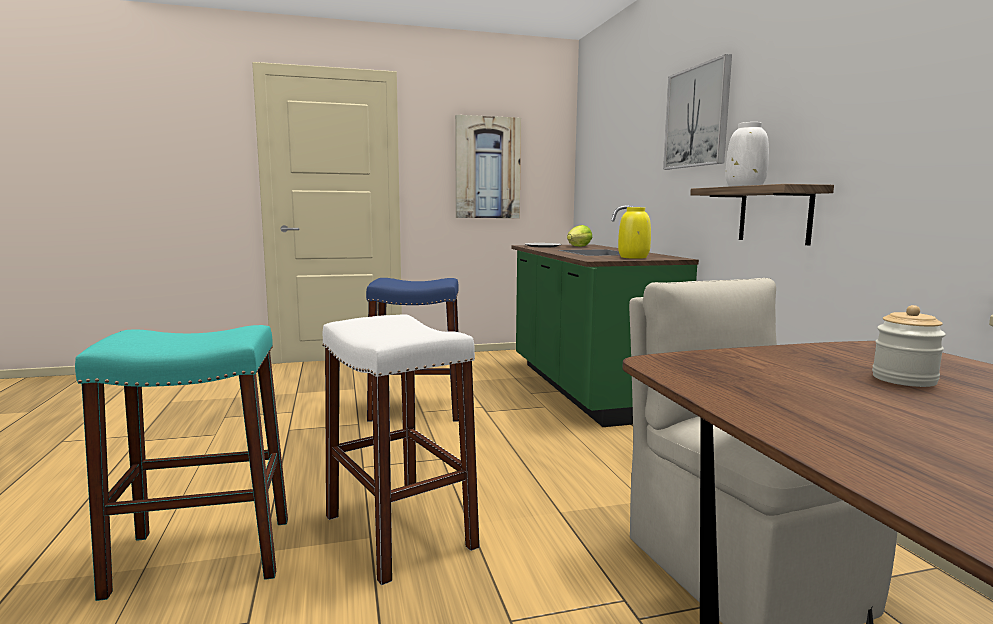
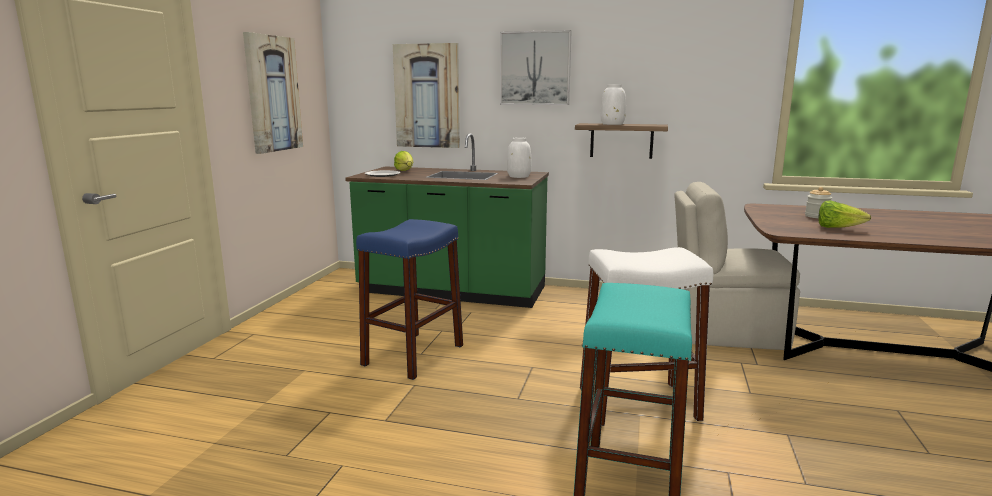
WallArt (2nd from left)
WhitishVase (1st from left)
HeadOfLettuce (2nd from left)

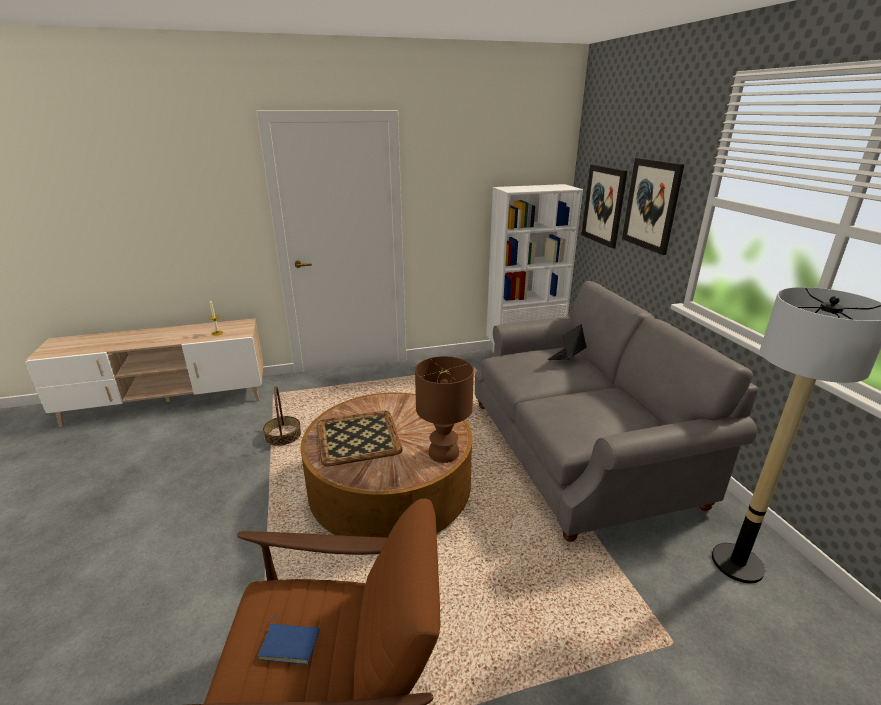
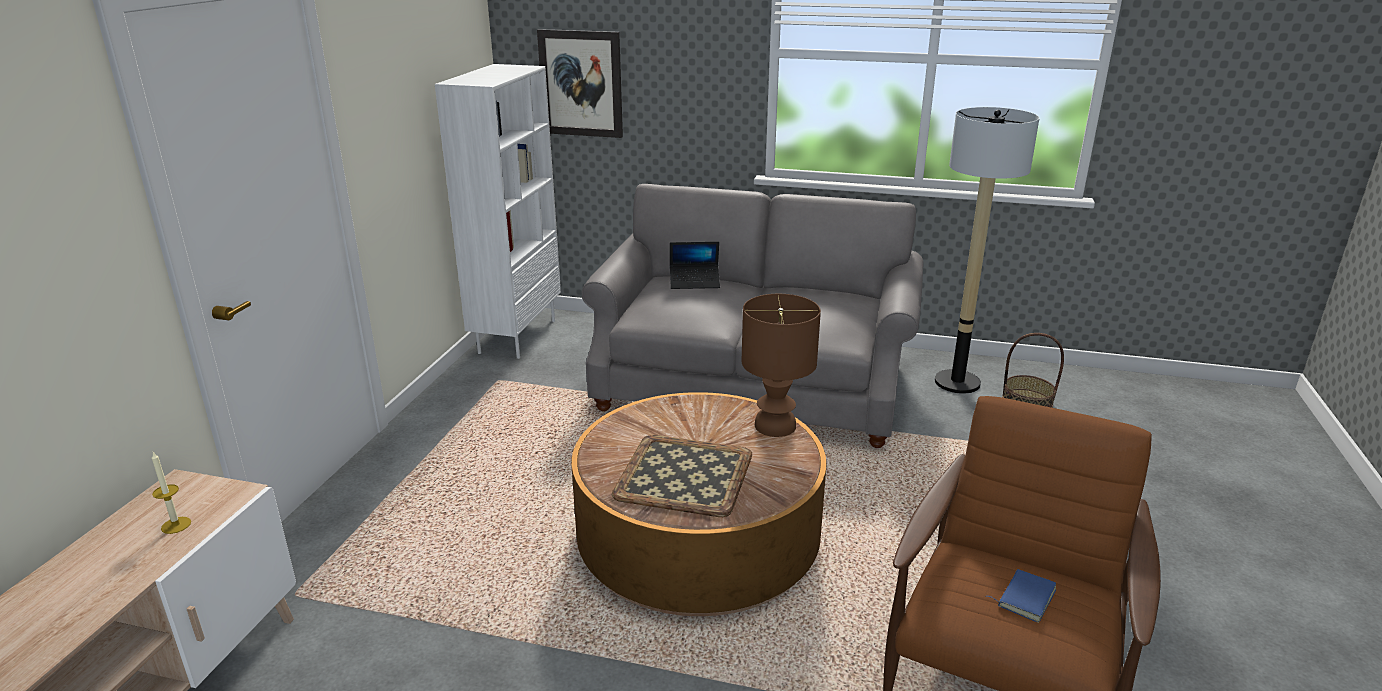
NotebookComputer
Basket
WallArt (2nd from left in the first image)

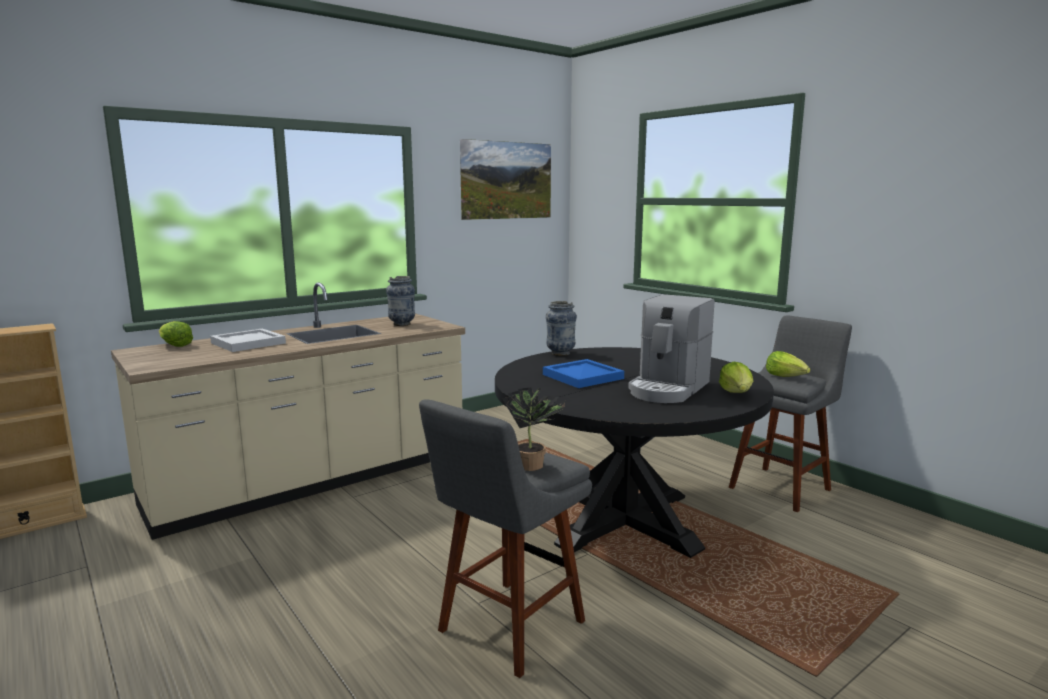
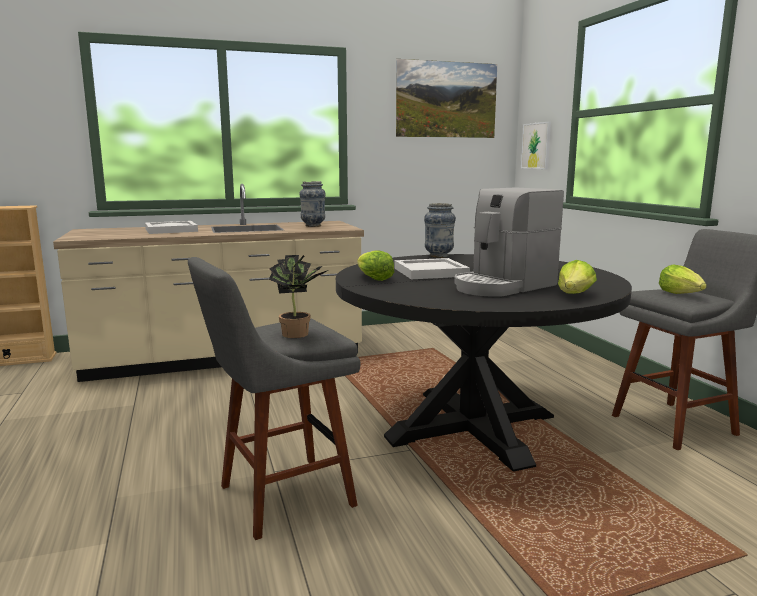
HeadOfLettuce (1st from left)
WhitishServingTray (2nd from left)
WallArt (2nd from left)

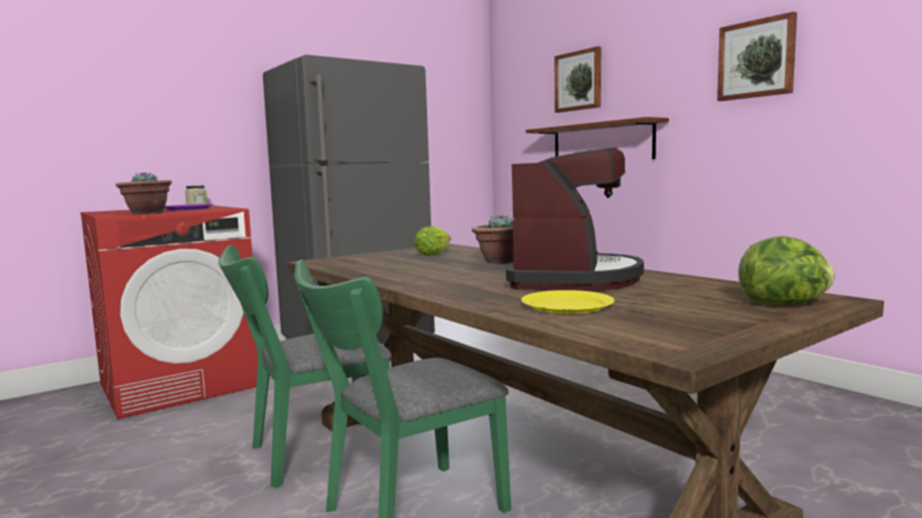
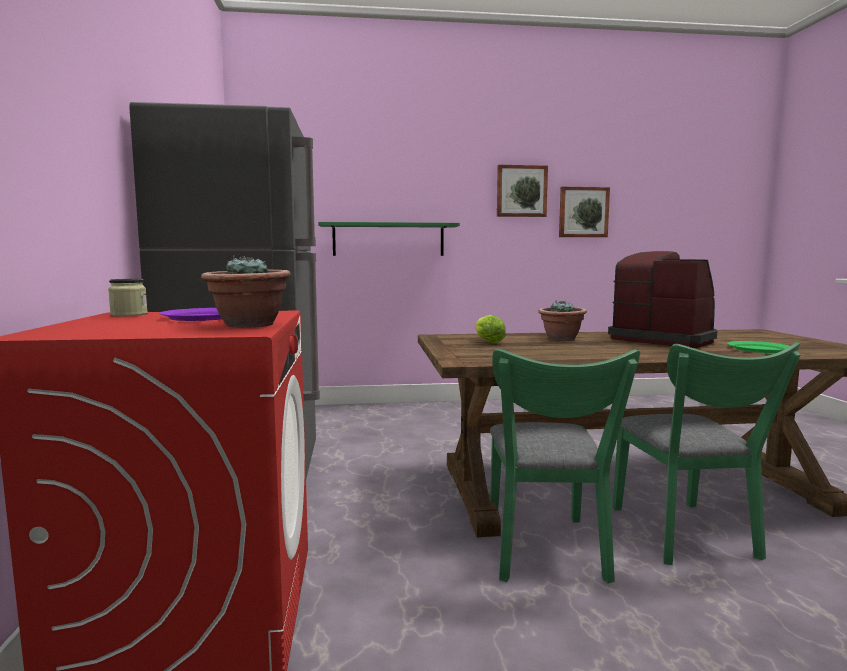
GreenShelf
WallArt (2nd from left)
GreenDinnerPlate
HeadOfLettuce (2nd from left in the first image)

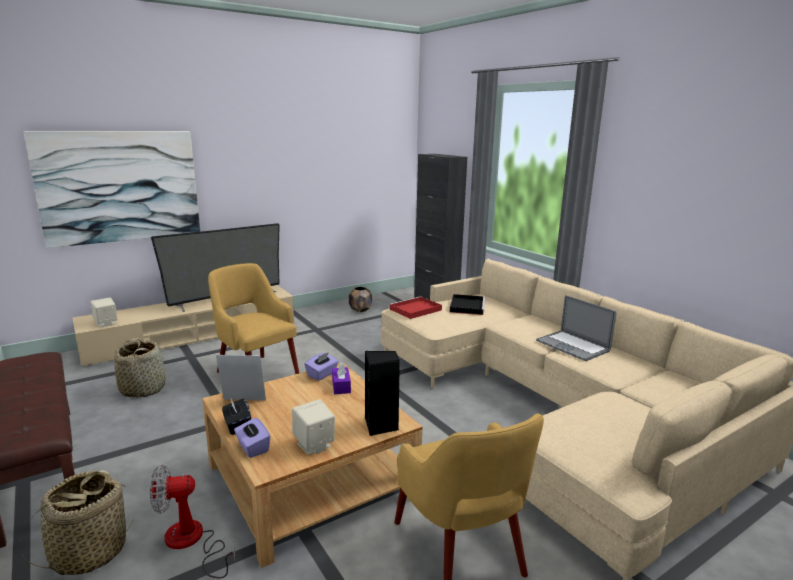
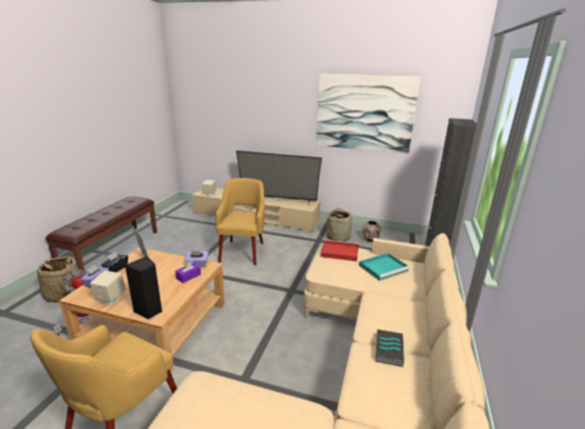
WallArt
Basket (2nd from left)
BlueGreenServingTray
BoundBook

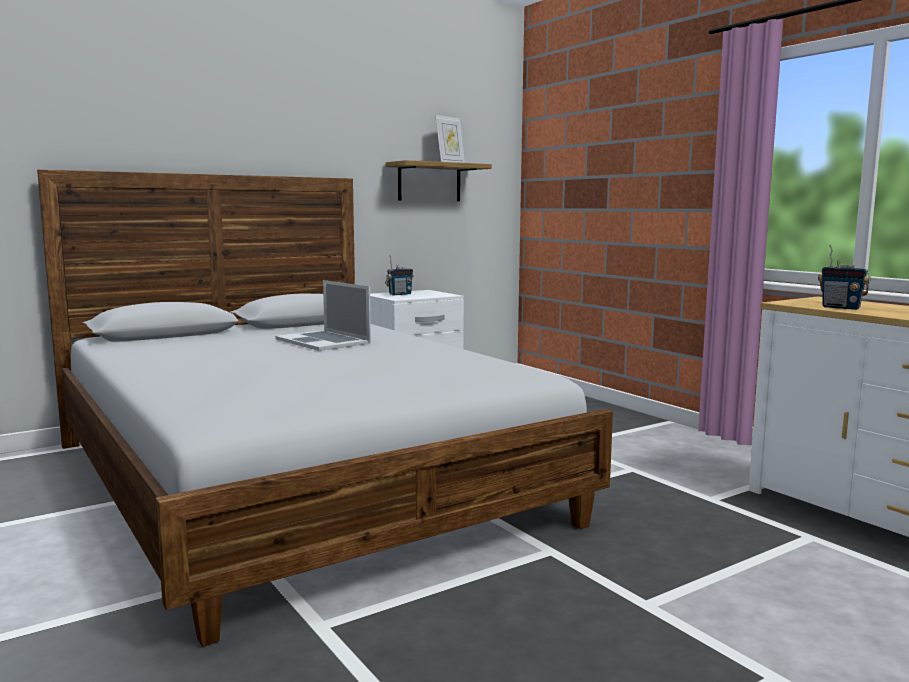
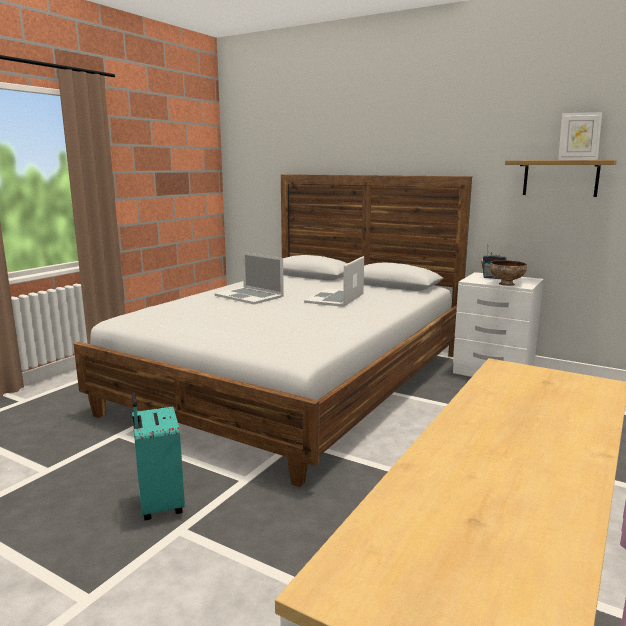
BlueGreenSuitcase
NotebookComputer (1st from left)
ServingBowl
Radio (2nd from left in the first image)

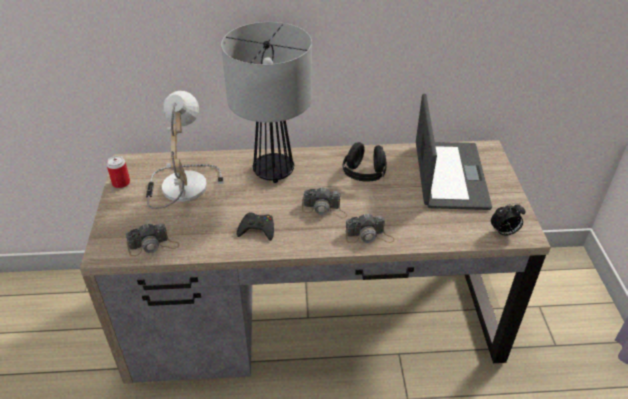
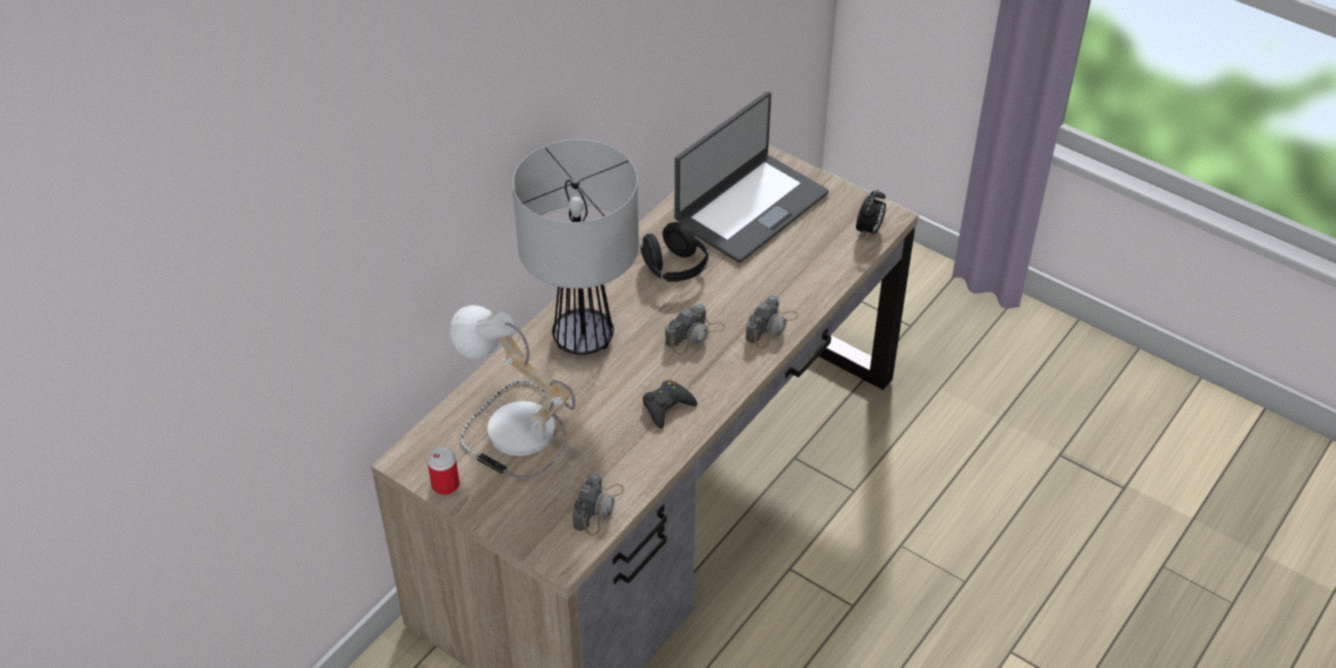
NotebookComputer

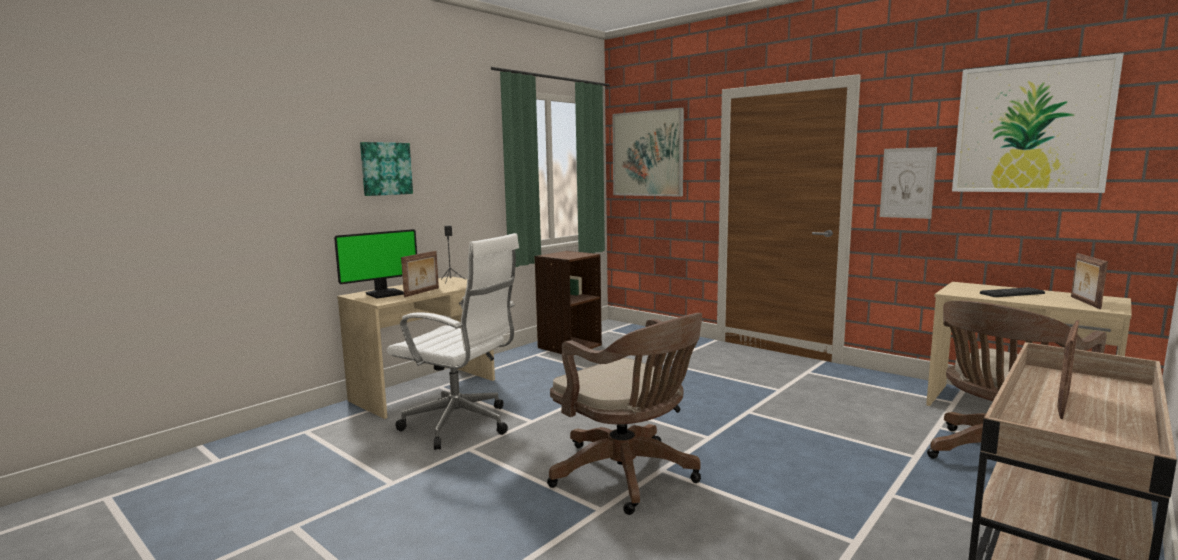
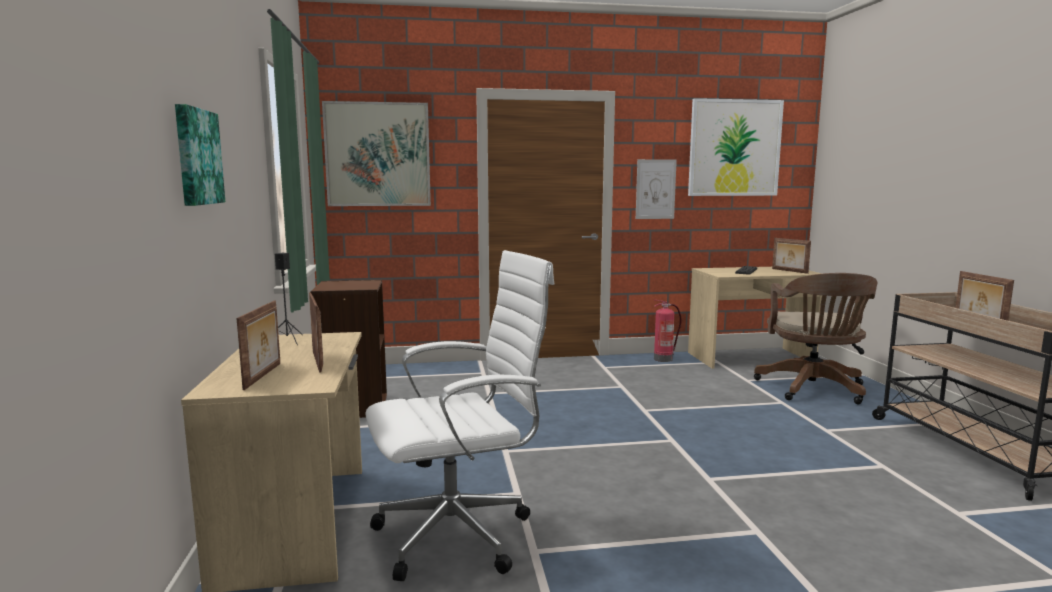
PhotoFrame (1st from left)
FireFightingCylinder
BrownColouredOfficeChair (1st from left in the first image)

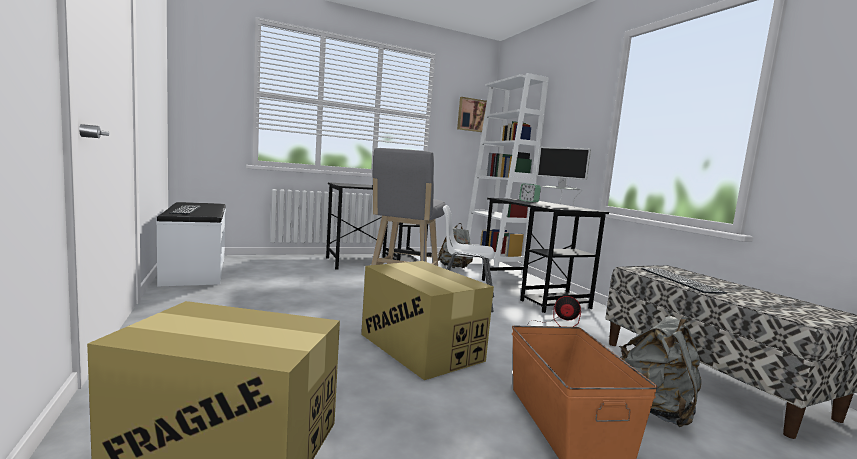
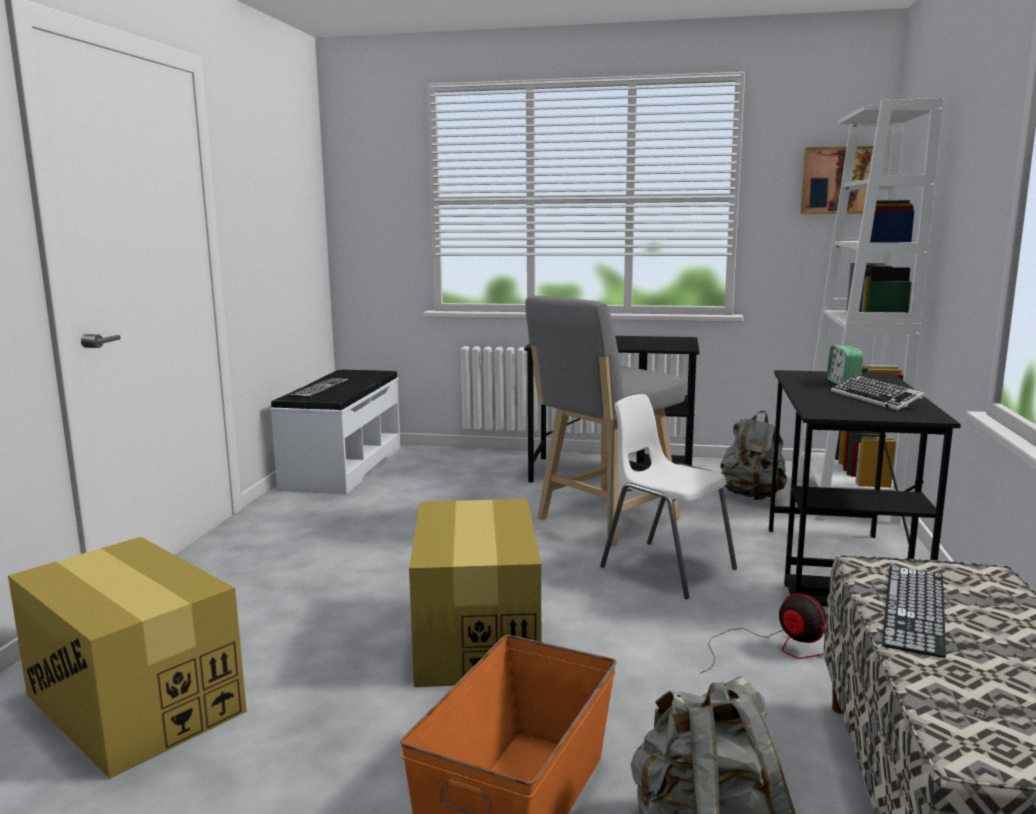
PcKeyboard (2nd from left)

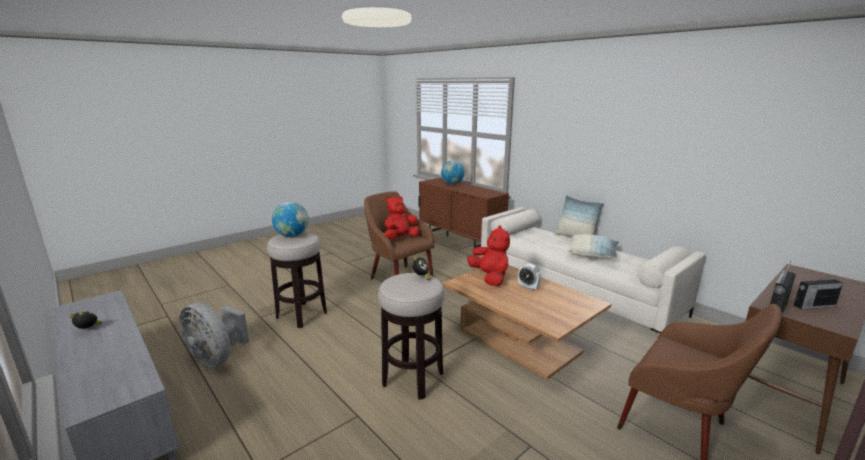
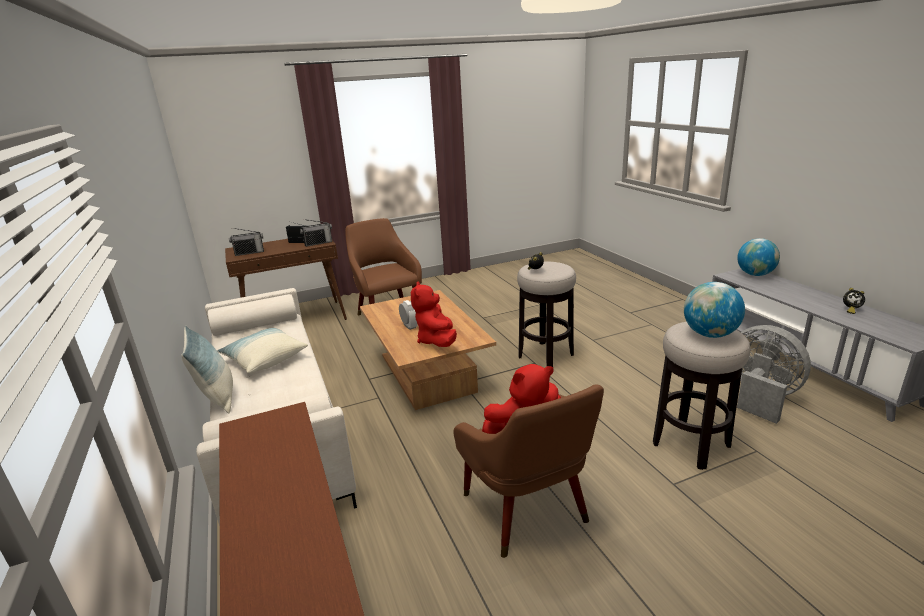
Radio (1st from left)
Globe (2nd from left)

